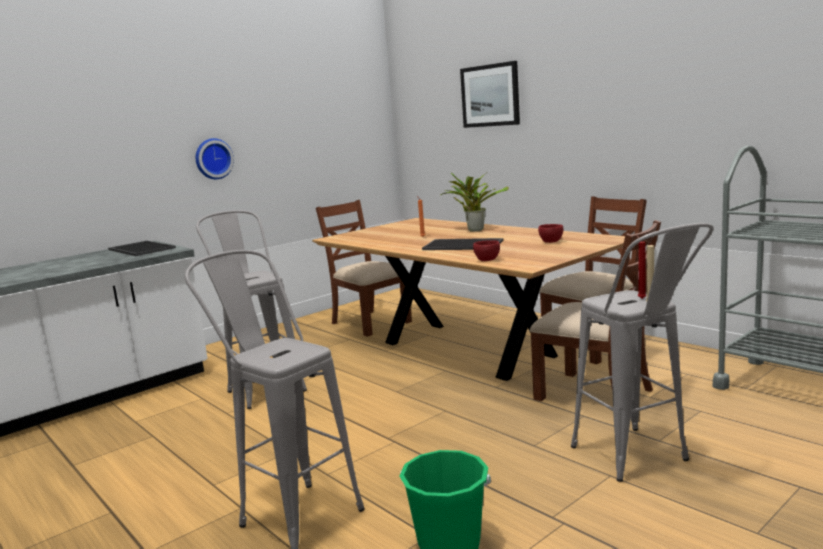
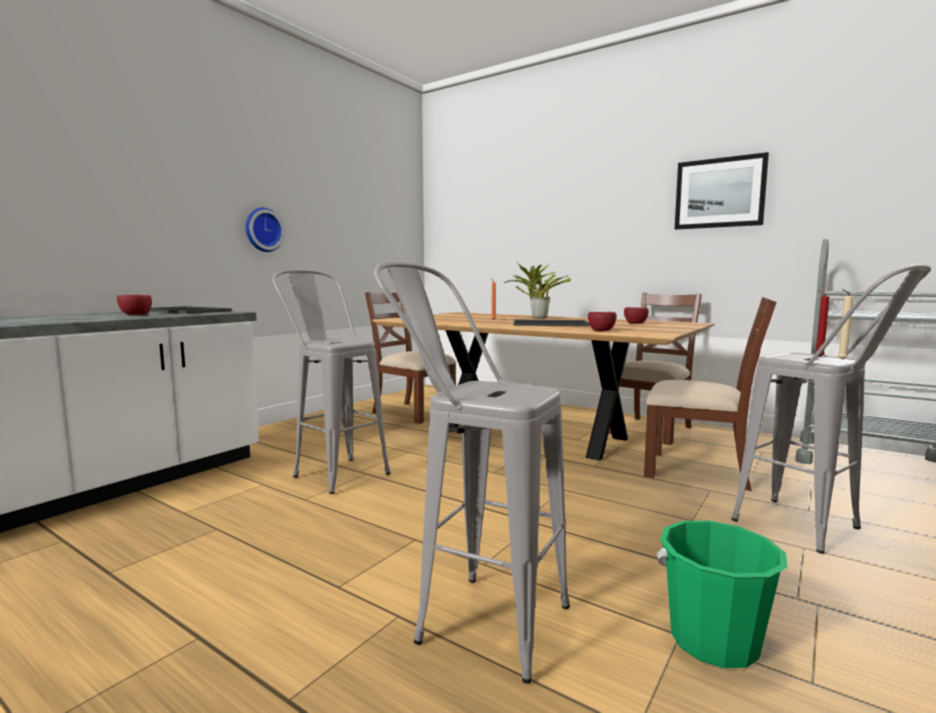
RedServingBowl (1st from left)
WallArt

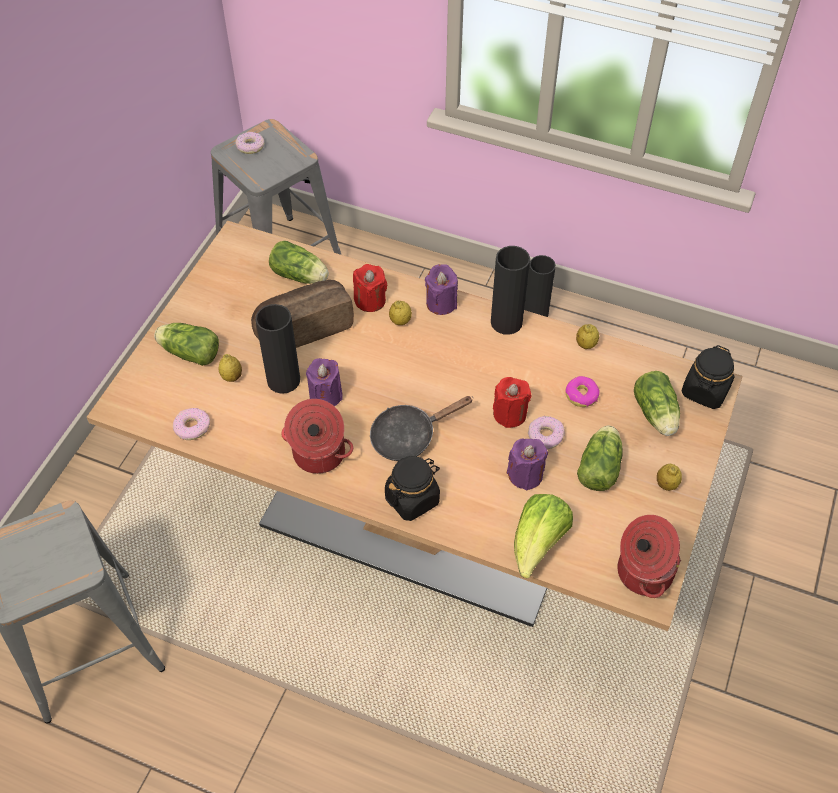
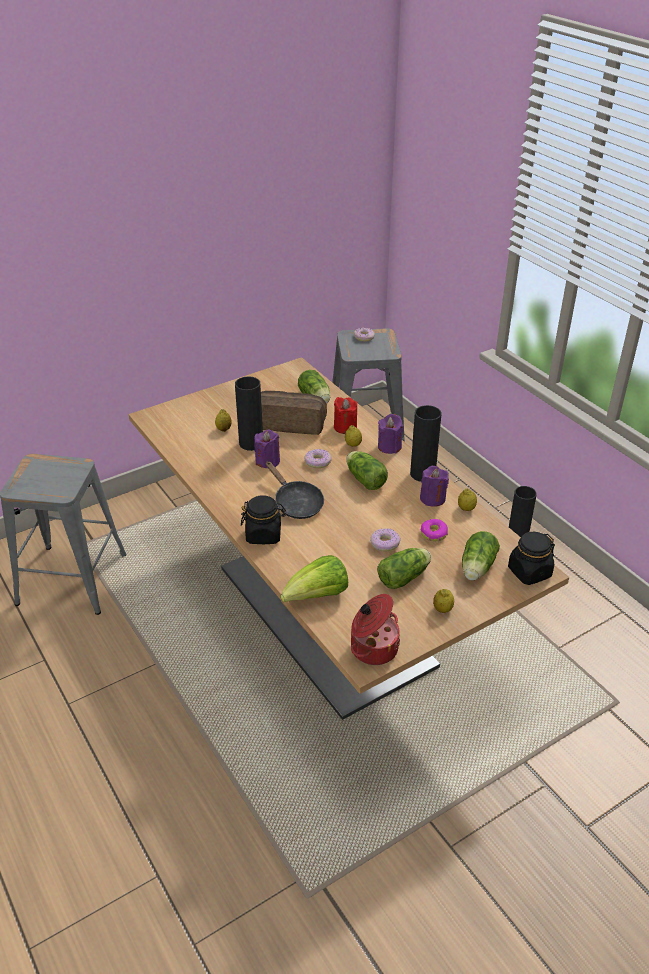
BlackishSkillet
Donut (1st from left)
HeadOfLettuce (3rd from left)
PurpleWaxCandle (3rd from left)
CookingPot (1st from left in the first image)
RedWaxCandle (2nd from left in the first image)

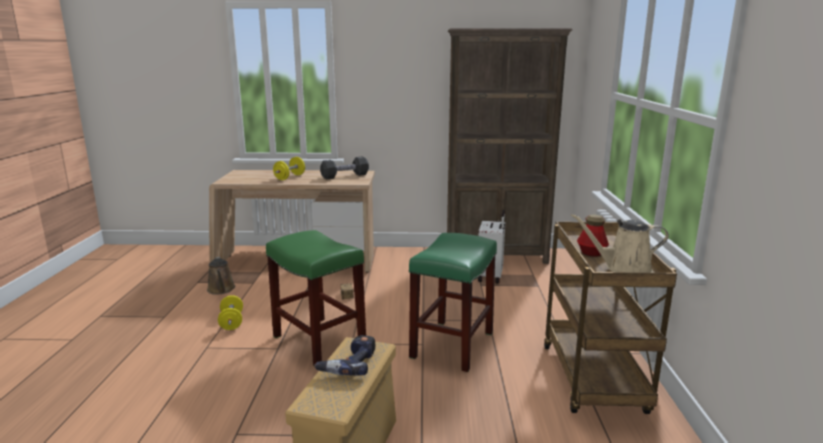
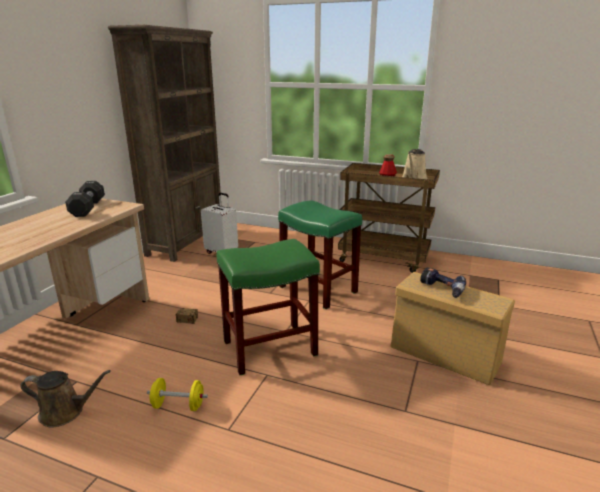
YellowFreeWeight (2nd from left in the first image)

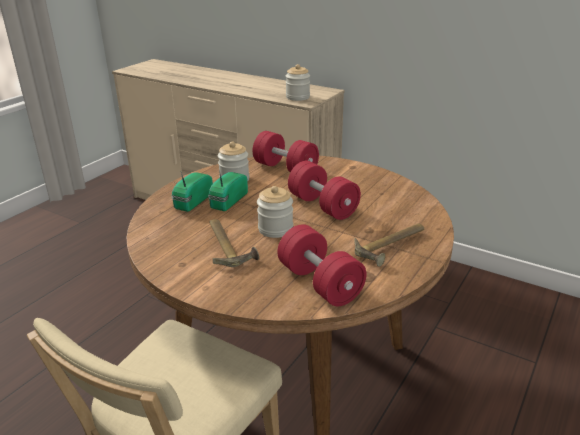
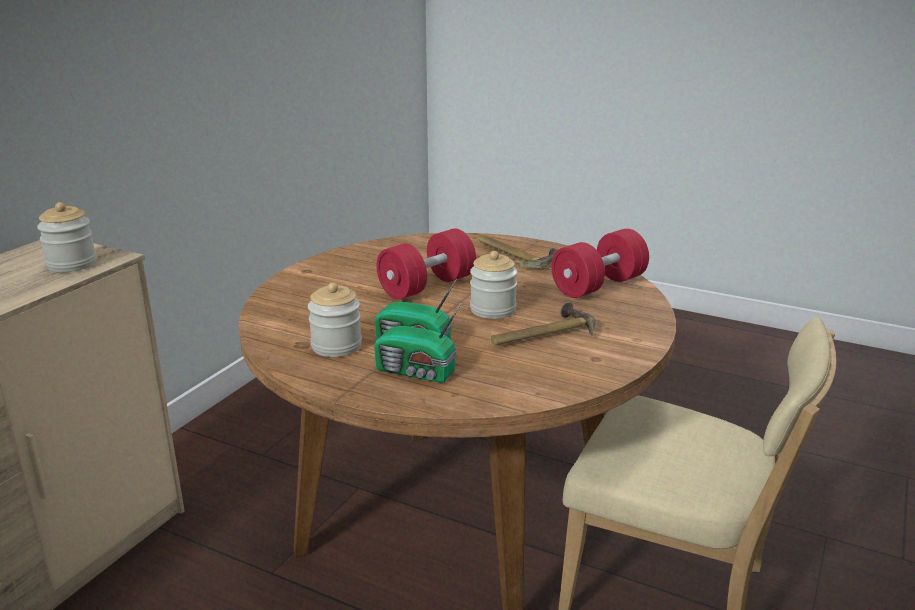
RedFreeWeight (1st from left in the first image)

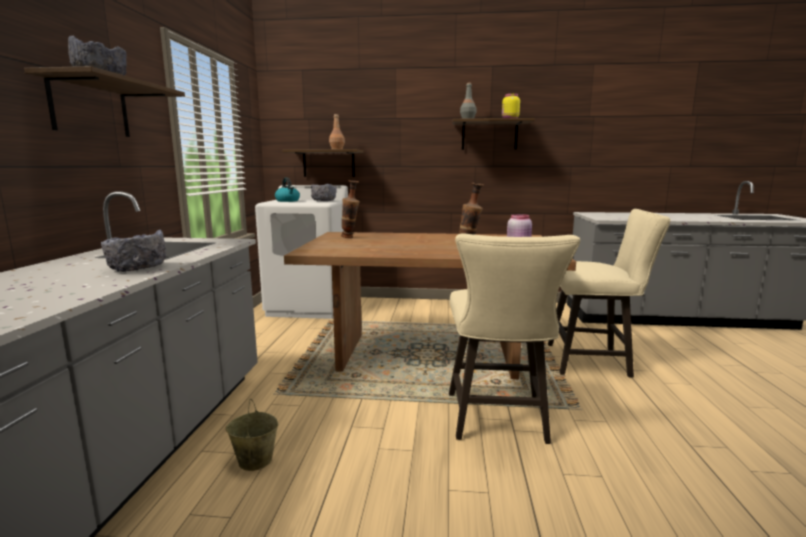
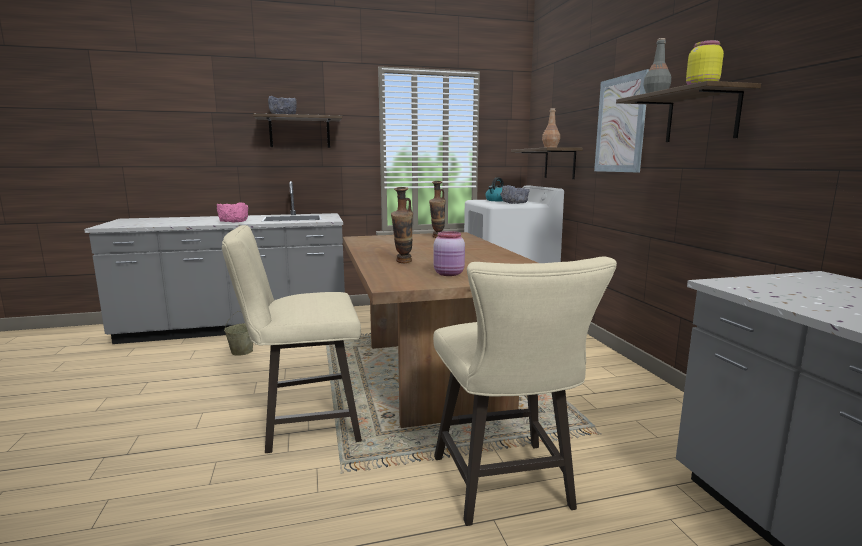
PinkishServingBowl
WallArt

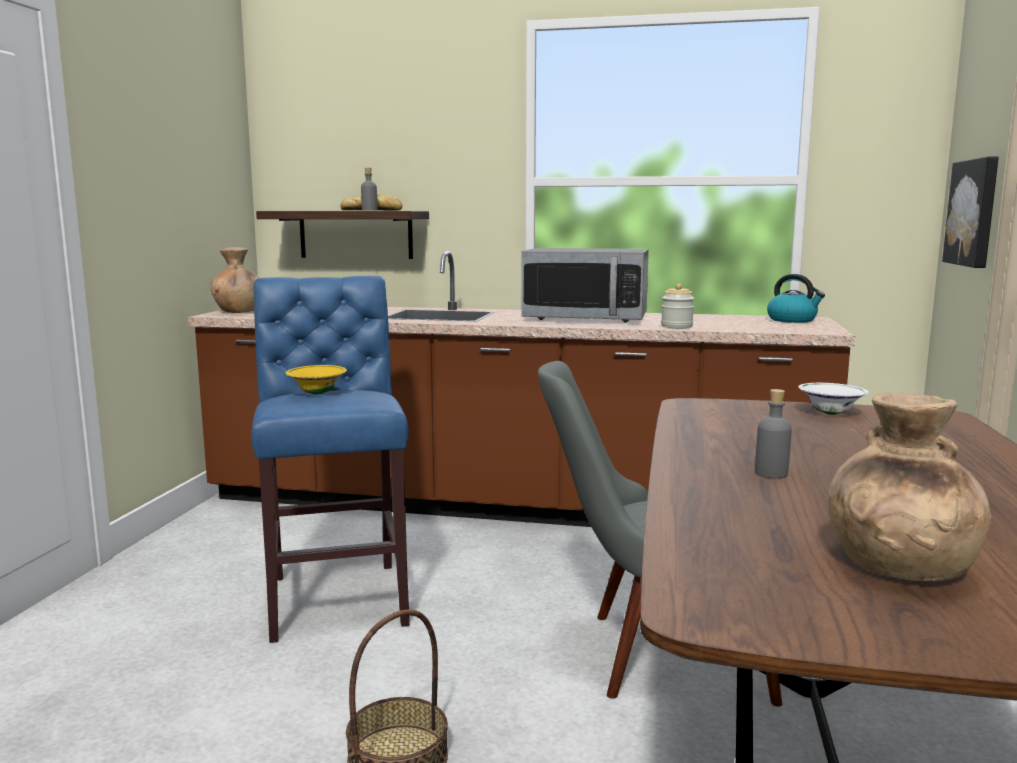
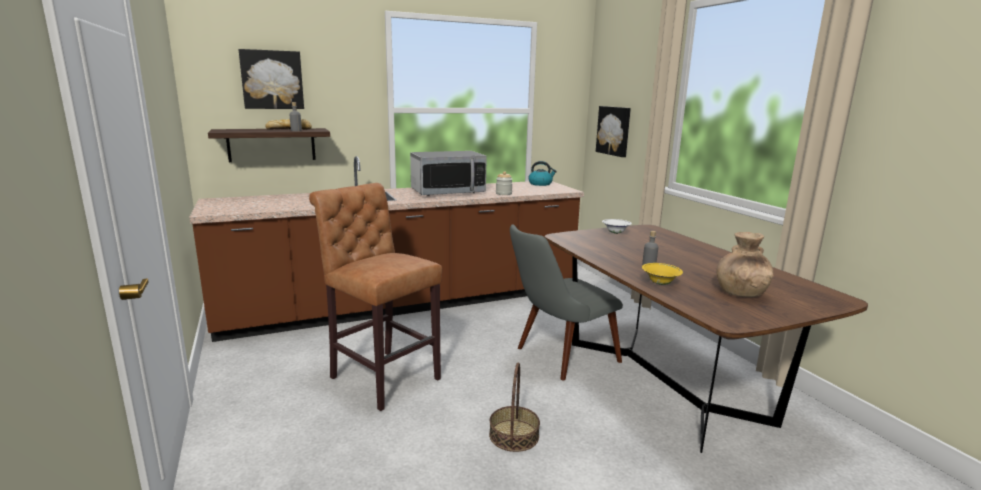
WallArt (1st from left)
BrownColouredStoolSeat
YellowServingBowl
BrownColouredVase (1st from left in the first image)

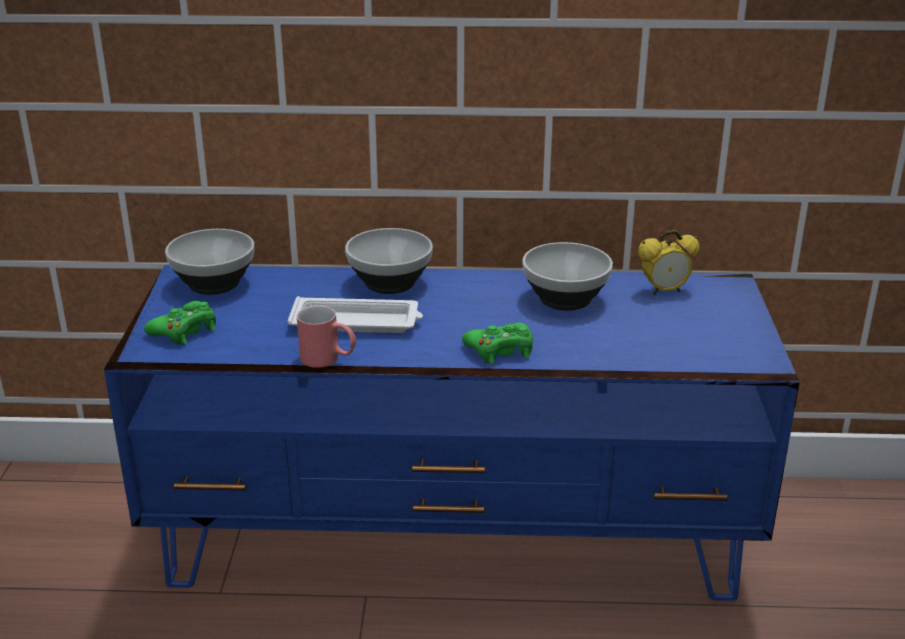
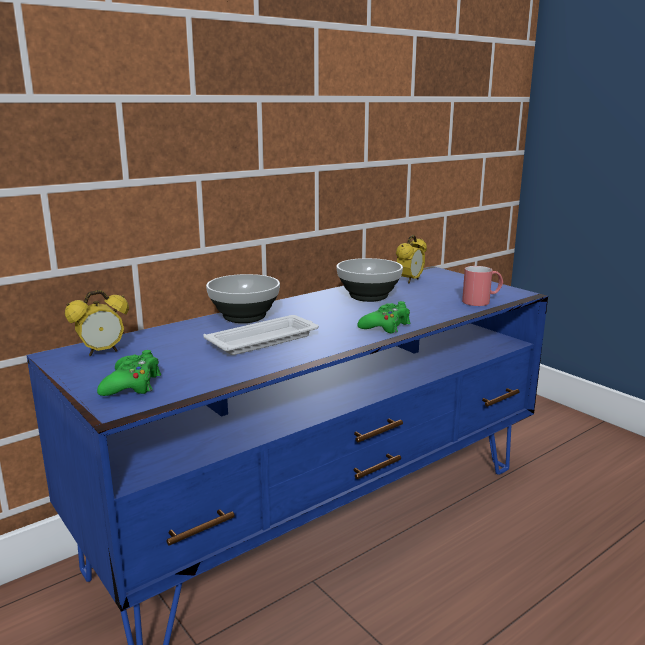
AlarmClock (1st from left)
RedMug

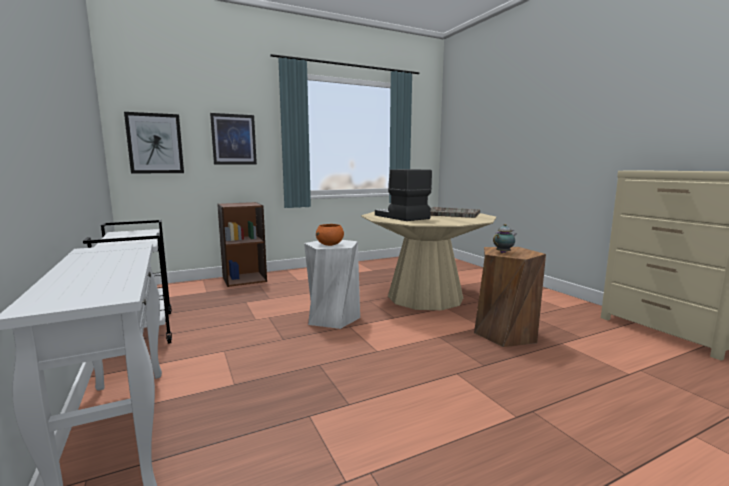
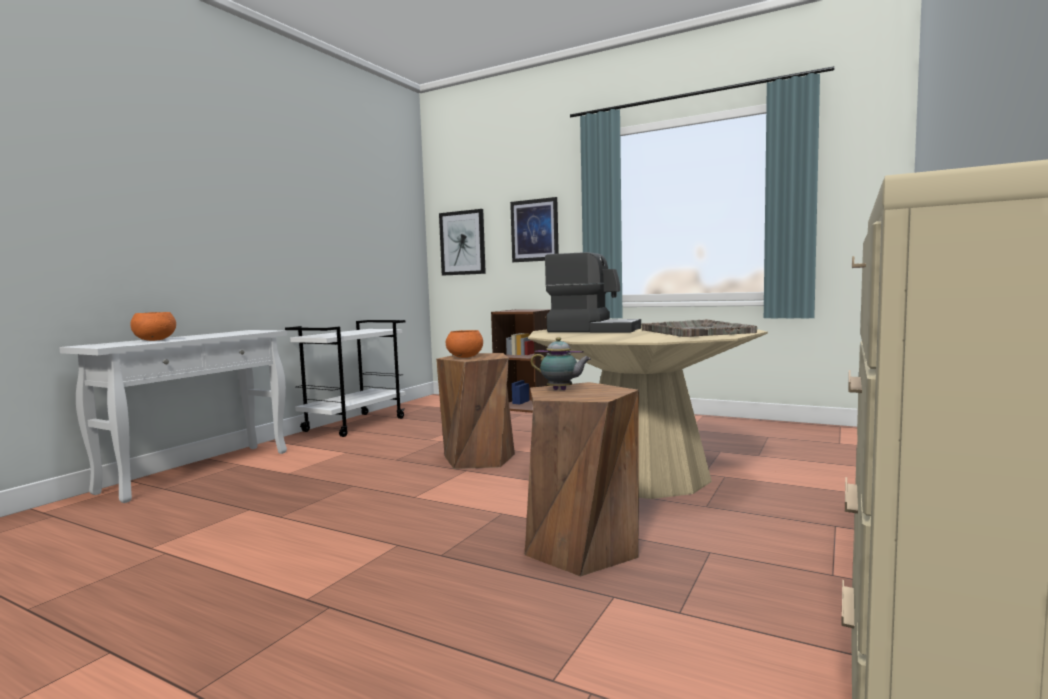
OrangeColouredServingBowl (1st from left)
BrownColouredStoolSeat (1st from left)
CoffeeMaker

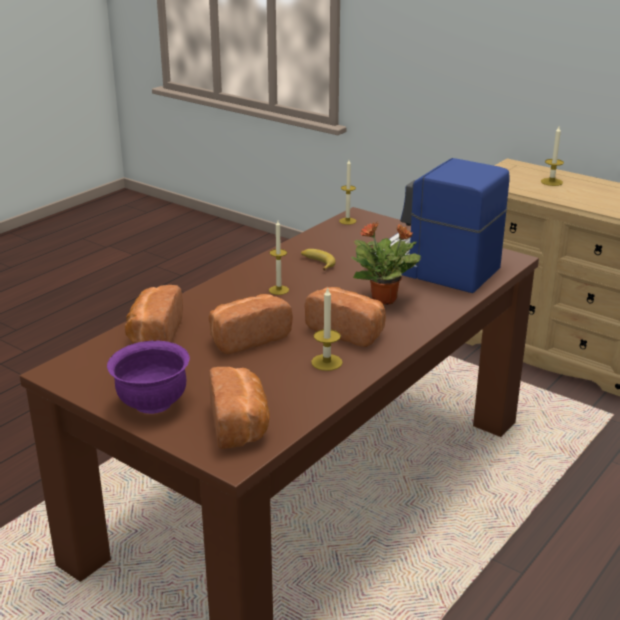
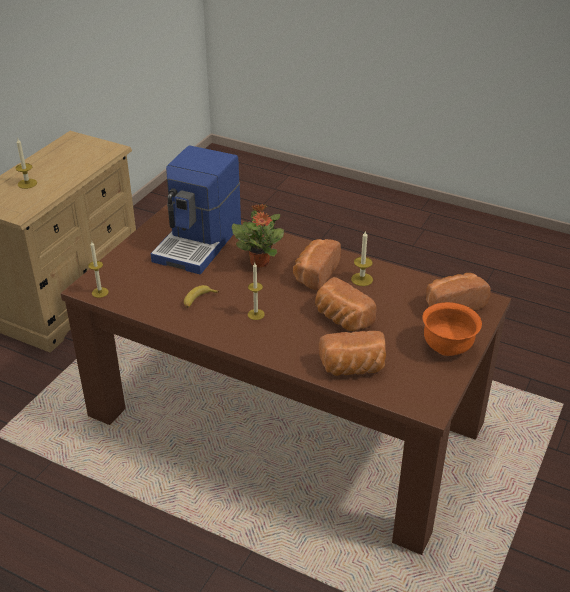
OrangeColouredServingBowl

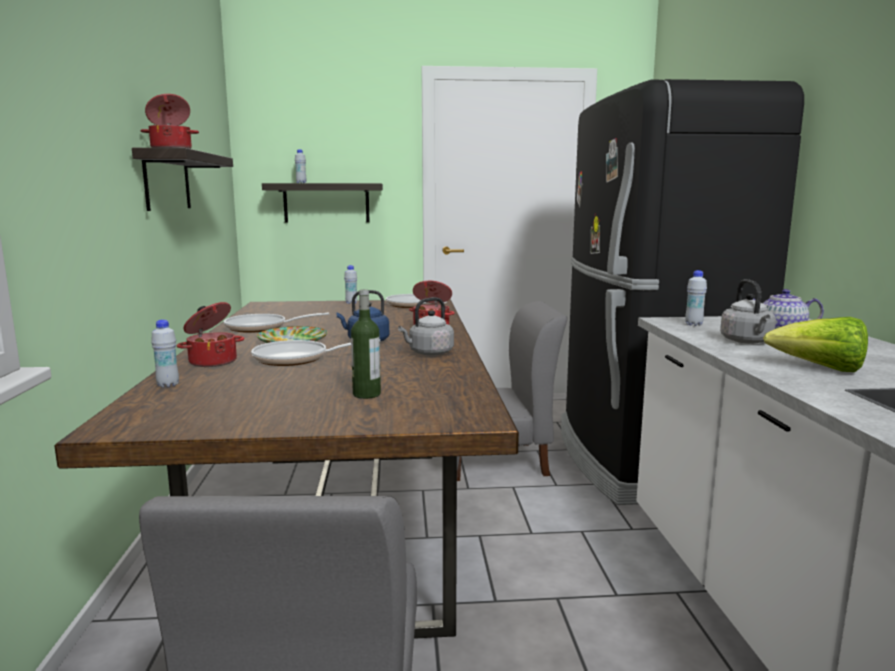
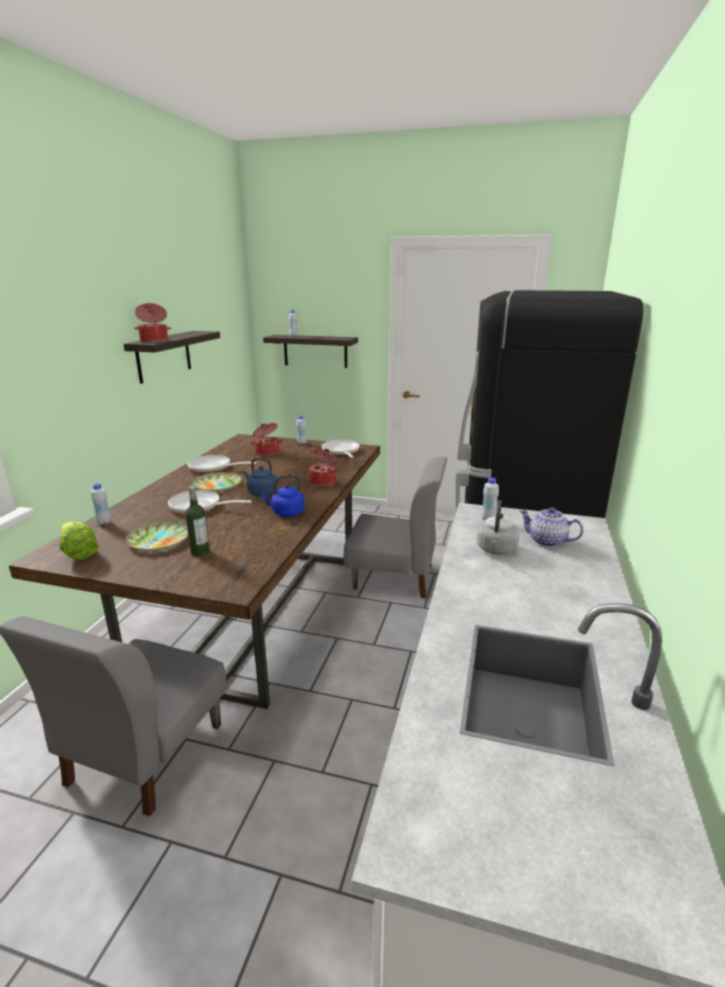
HeadOfLettuce
DinnerPlate (1st from left)
CookingPot (2nd from left)
BlueColouredWaterKettle (2nd from left)

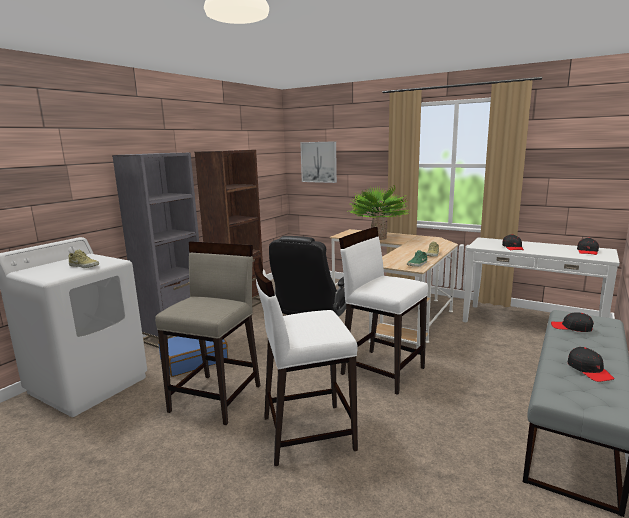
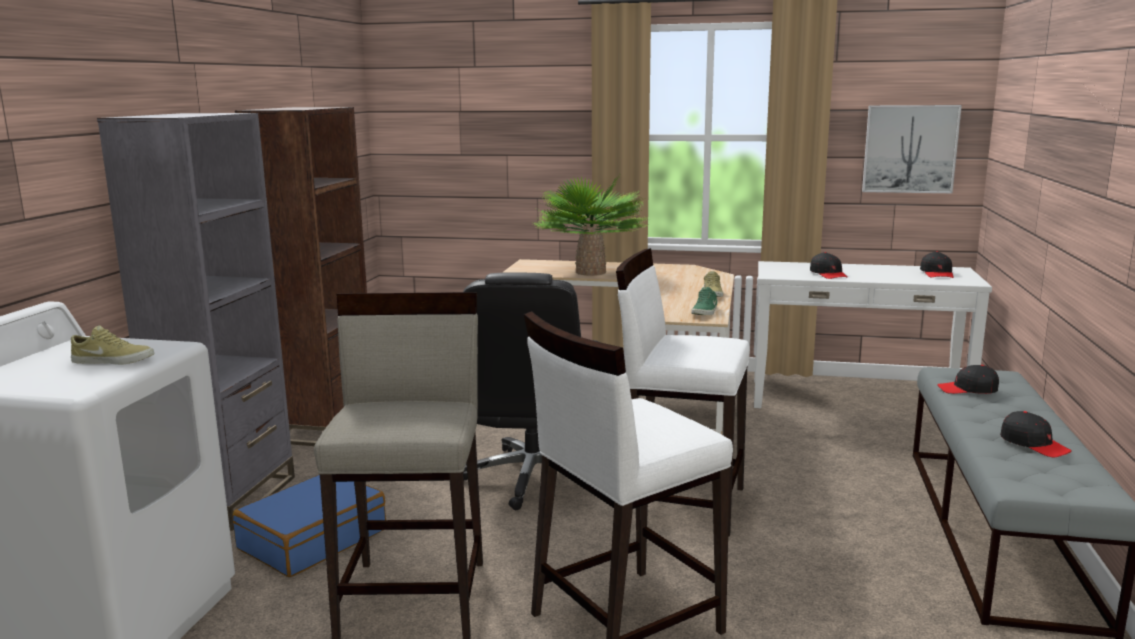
WallArt

